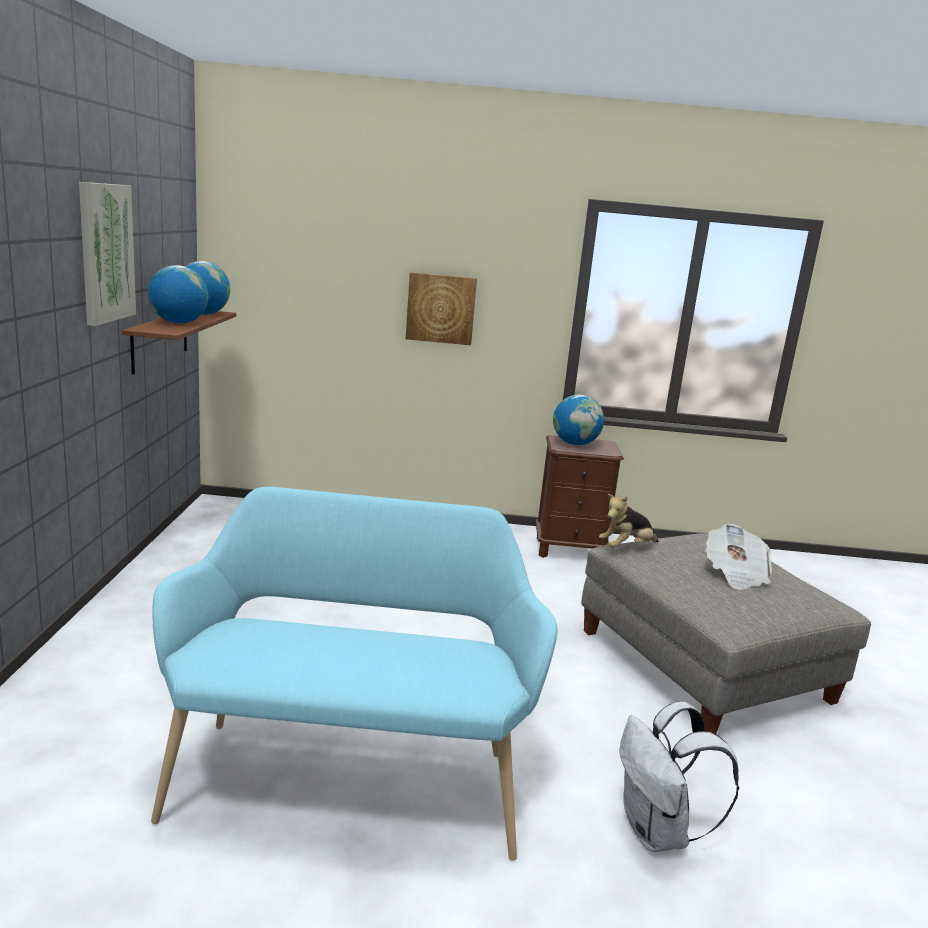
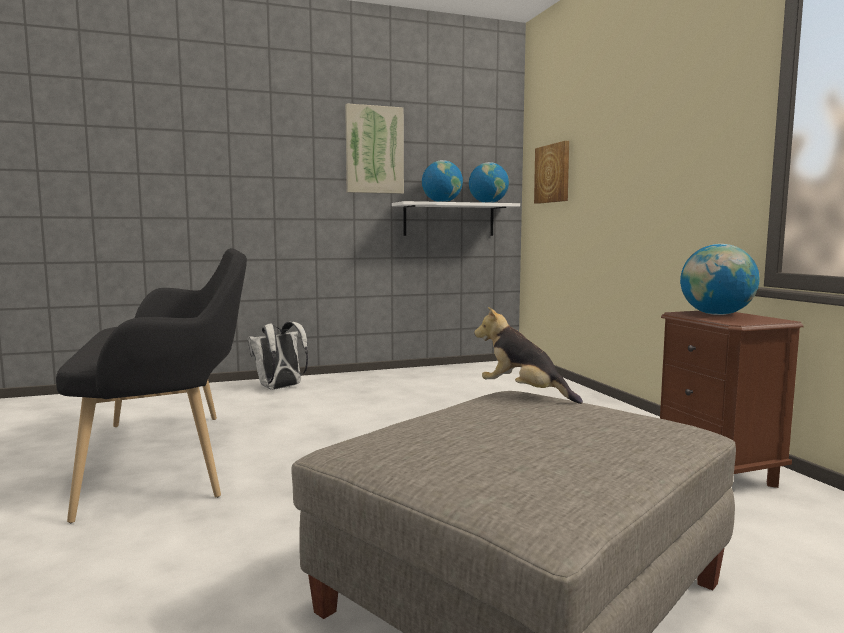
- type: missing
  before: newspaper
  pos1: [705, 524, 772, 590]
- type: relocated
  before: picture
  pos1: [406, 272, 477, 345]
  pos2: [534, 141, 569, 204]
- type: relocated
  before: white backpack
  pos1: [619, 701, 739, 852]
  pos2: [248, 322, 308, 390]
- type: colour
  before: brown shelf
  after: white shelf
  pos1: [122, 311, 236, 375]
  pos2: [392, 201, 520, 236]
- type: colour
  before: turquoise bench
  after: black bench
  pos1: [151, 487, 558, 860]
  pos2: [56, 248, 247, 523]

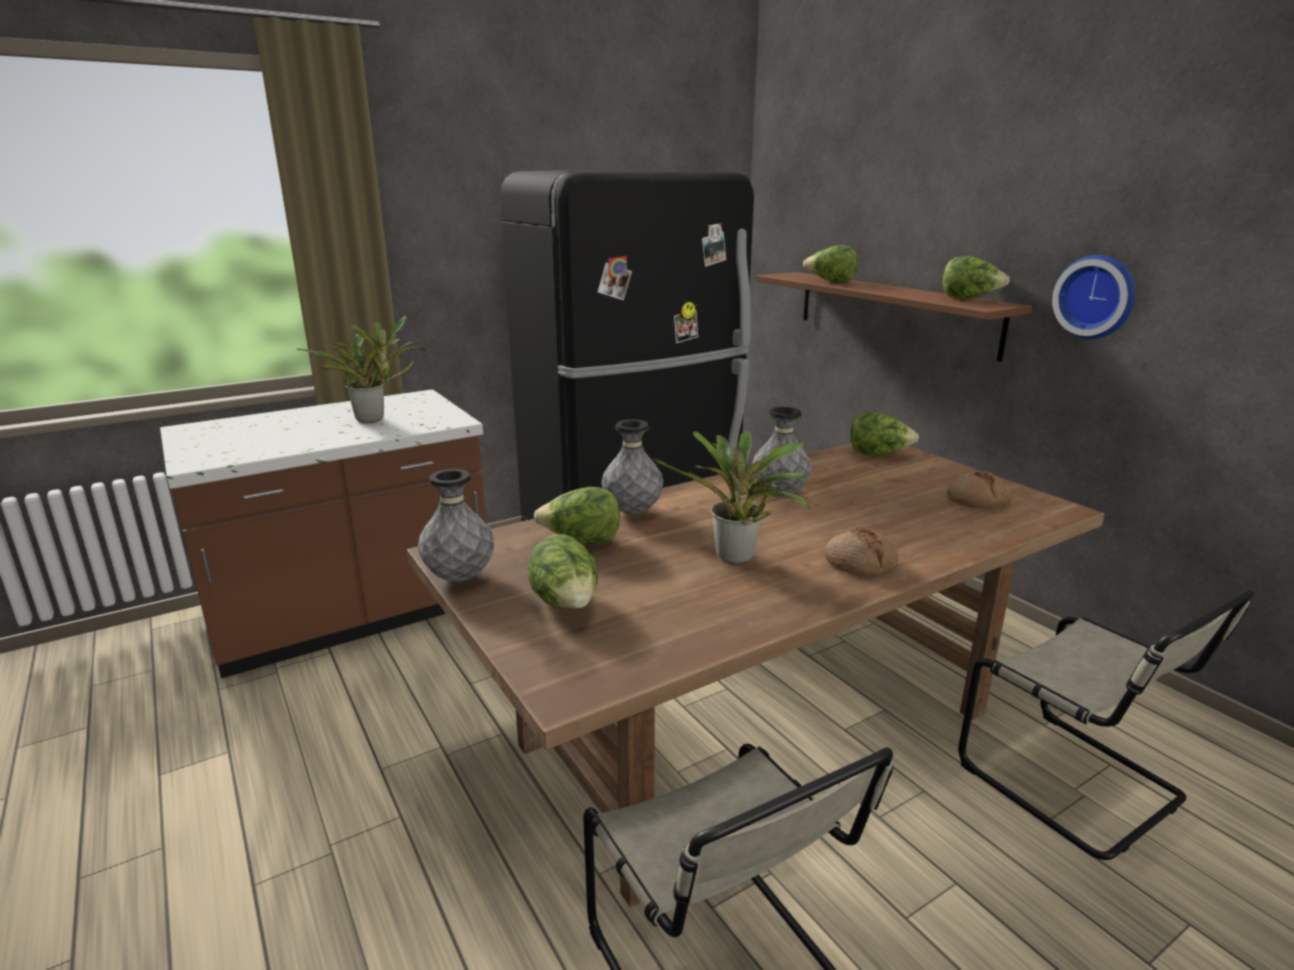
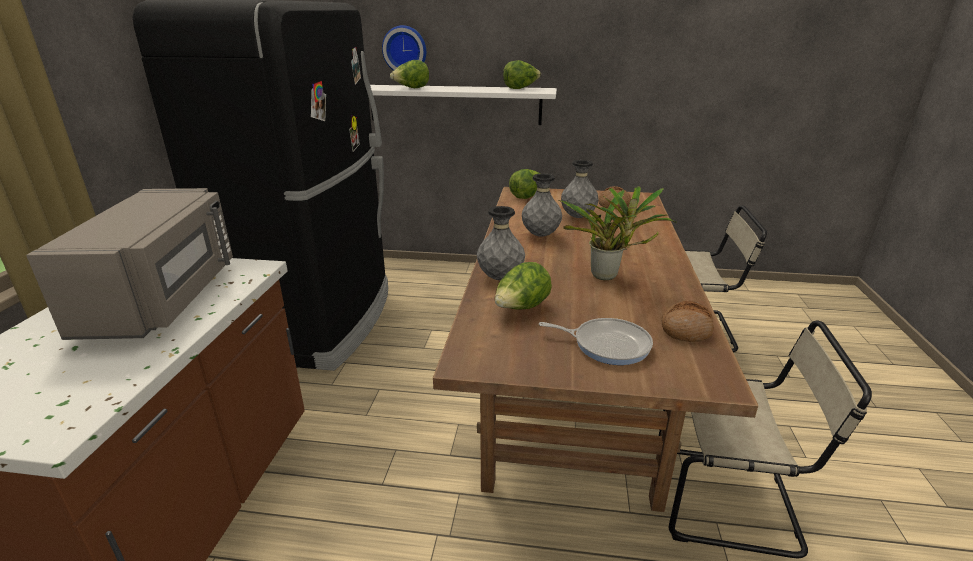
- type: relocated
  before: grey vase
  pos1: [418, 469, 494, 582]
  pos2: [561, 160, 599, 218]
- type: relocated
  before: bread
  pos1: [825, 527, 898, 576]
  pos2: [662, 301, 714, 342]
- type: relocated
  before: wall clock
  pos1: [1052, 255, 1136, 339]
  pos2: [382, 25, 426, 71]
- type: exchanged
  before: potted plant
  after: grey microwave
  pos1: [297, 316, 426, 423]
  pos2: [26, 188, 233, 340]
- type: exchanged
  before: lettuce
  after: frying pan
  pos1: [527, 534, 598, 608]
  pos2: [539, 318, 653, 365]
- type: colour
  before: brown shelf
  after: white shelf
  pos1: [757, 272, 1032, 362]
  pos2: [370, 85, 557, 125]

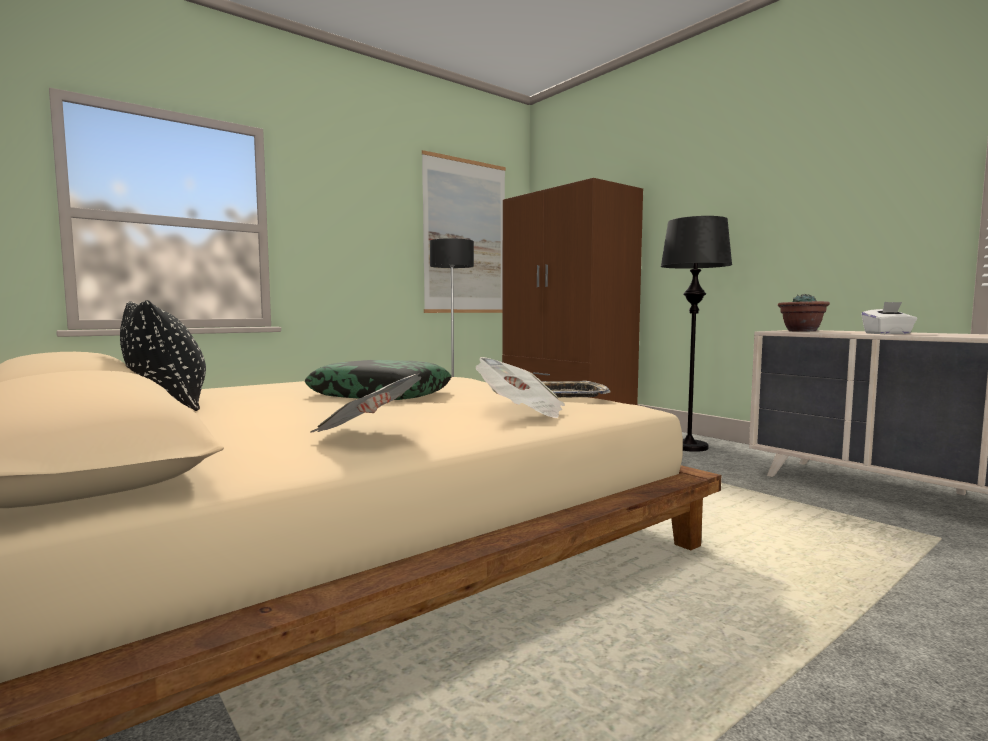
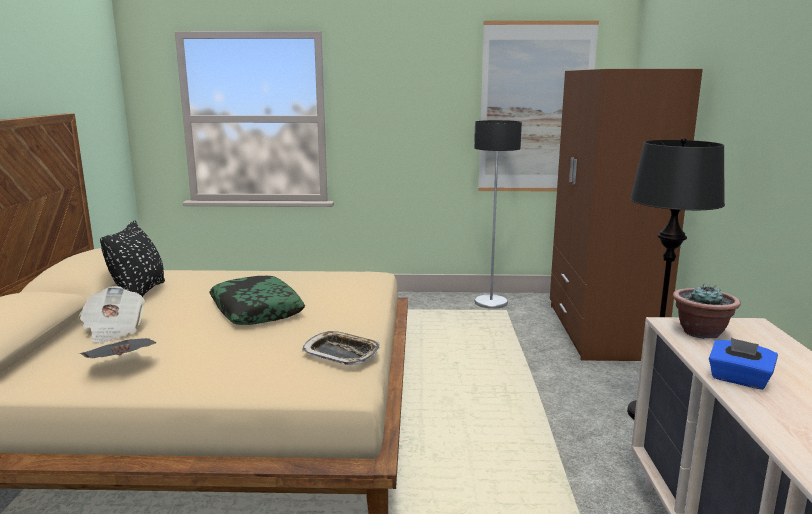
- type: relocated
  before: newspaper
  pos1: [476, 357, 565, 418]
  pos2: [79, 286, 145, 343]
- type: colour
  before: white tissue box
  after: blue tissue box
  pos1: [862, 302, 917, 334]
  pos2: [709, 338, 778, 390]

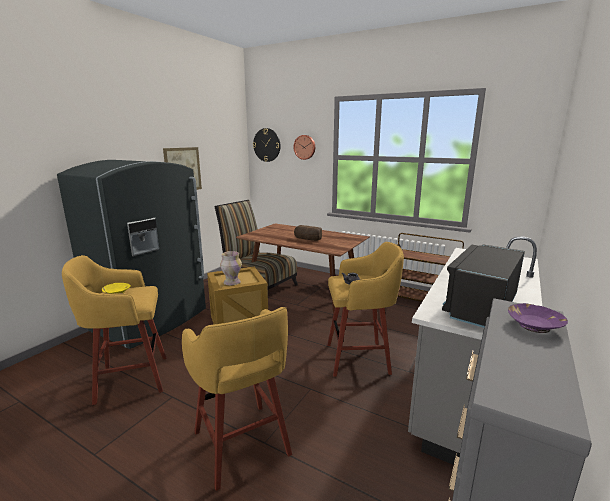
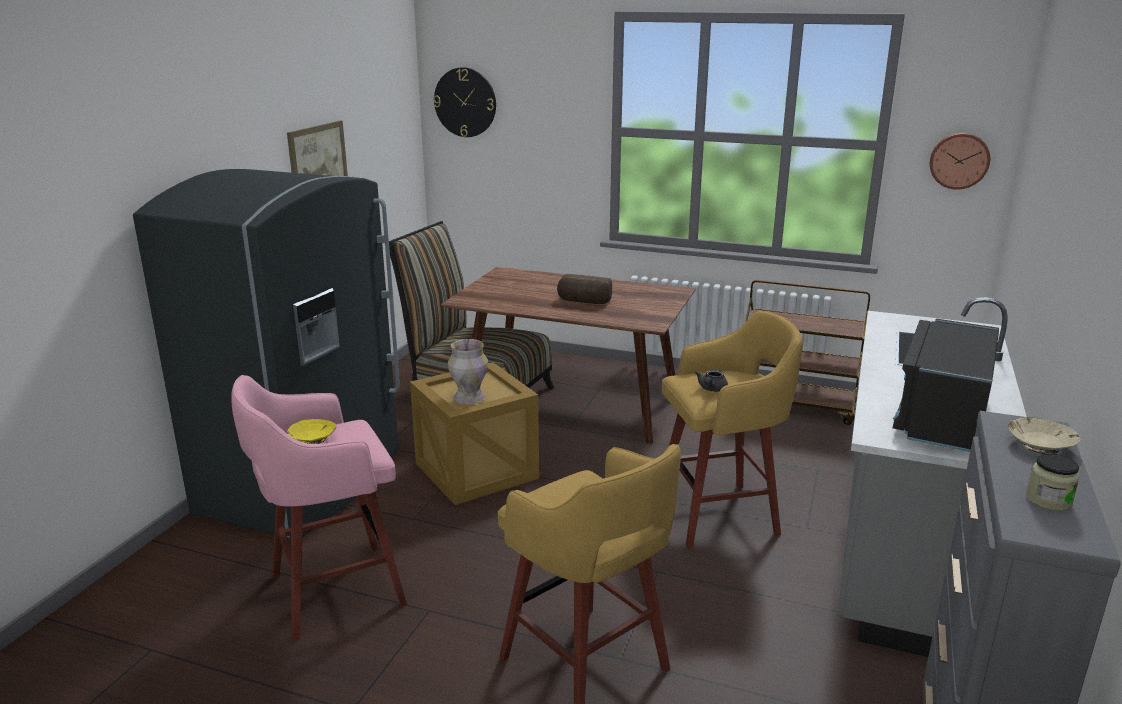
- type: appeared
  after: jar
  pos2: [1026, 453, 1080, 511]
- type: relocated
  before: wall clock
  pos1: [294, 135, 315, 160]
  pos2: [930, 133, 990, 190]
- type: colour
  before: yellow stool
  after: pink stool
  pos1: [62, 255, 166, 405]
  pos2: [232, 375, 407, 640]
- type: colour
  before: purple bowl
  after: beige bowl
  pos1: [508, 303, 568, 333]
  pos2: [1008, 417, 1080, 454]

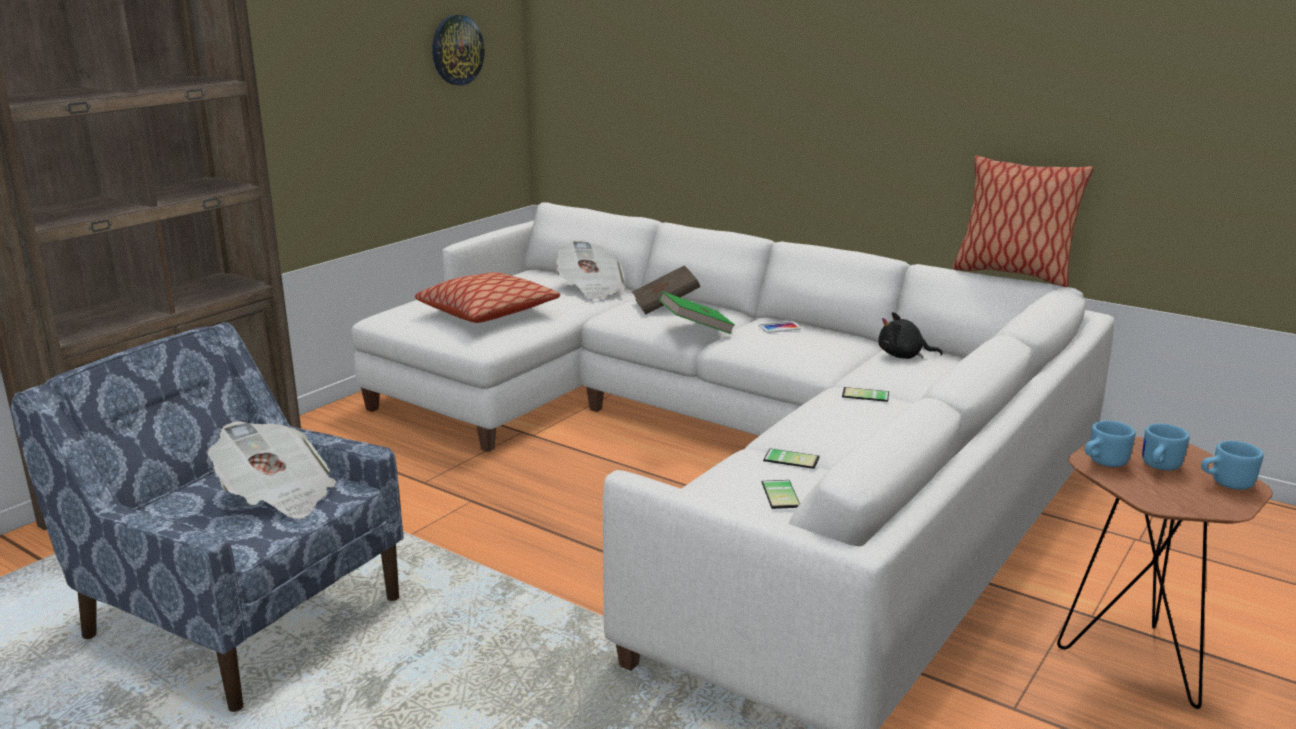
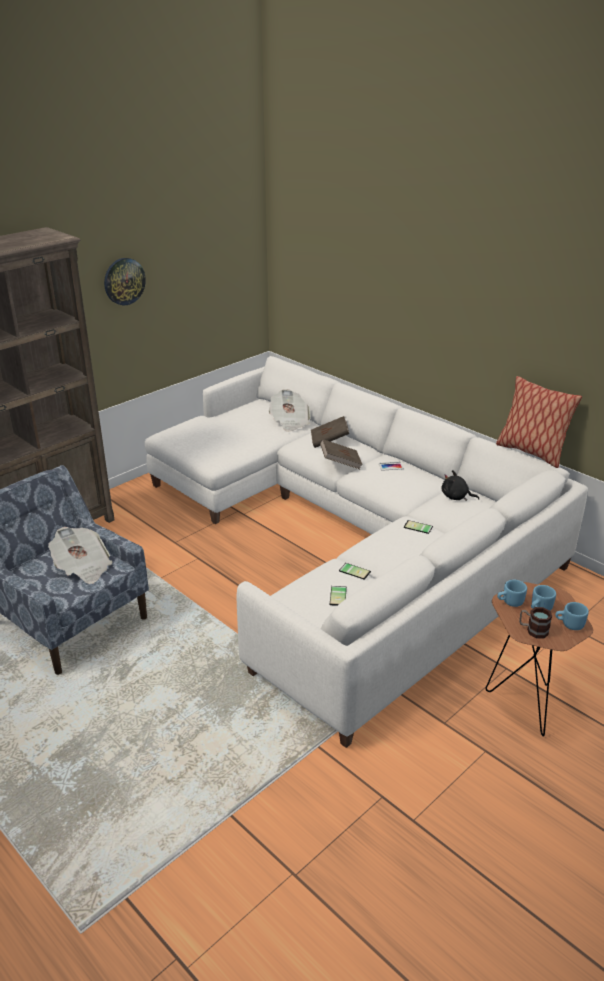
- type: missing
  before: pillow
  pos1: [415, 272, 560, 323]
- type: appeared
  after: mug
  pos2: [519, 607, 552, 639]
- type: relocated
  before: wall clock
  pos1: [432, 15, 485, 86]
  pos2: [104, 258, 146, 305]
- type: colour
  before: green book
  after: brown book
  pos1: [659, 292, 735, 334]
  pos2: [320, 439, 363, 469]

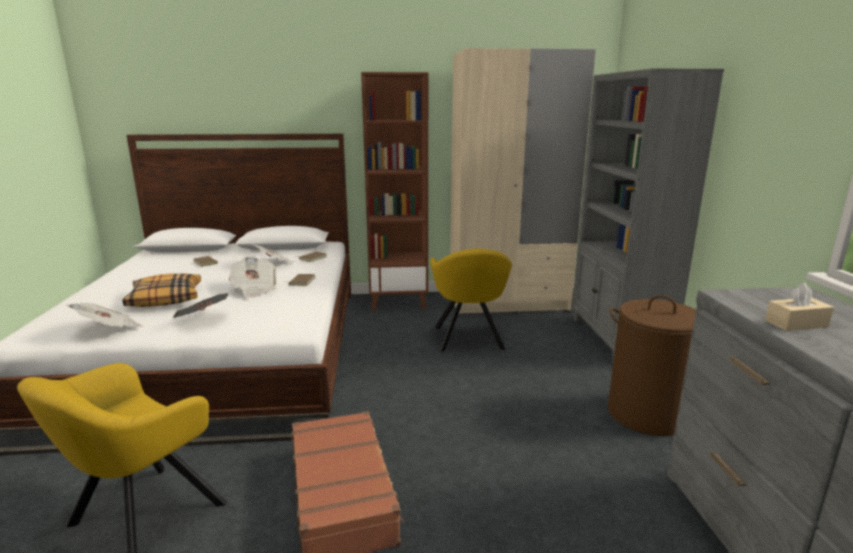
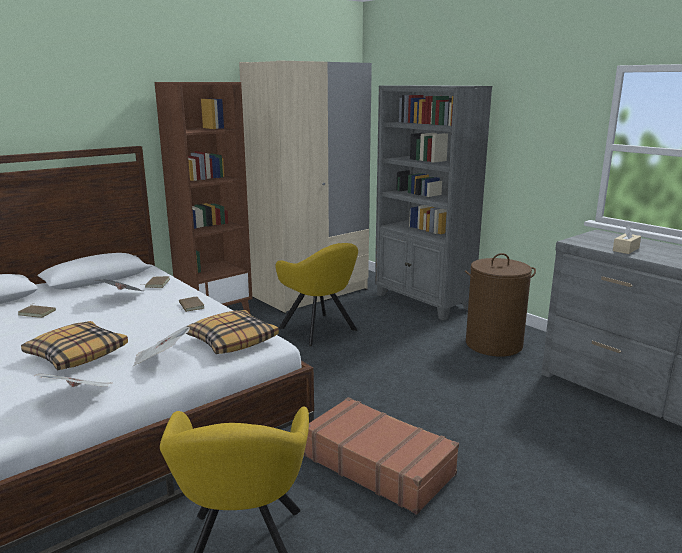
- type: missing
  before: newspaper
  pos1: [229, 256, 277, 298]
- type: appeared
  after: pillow
  pos2: [186, 310, 279, 354]

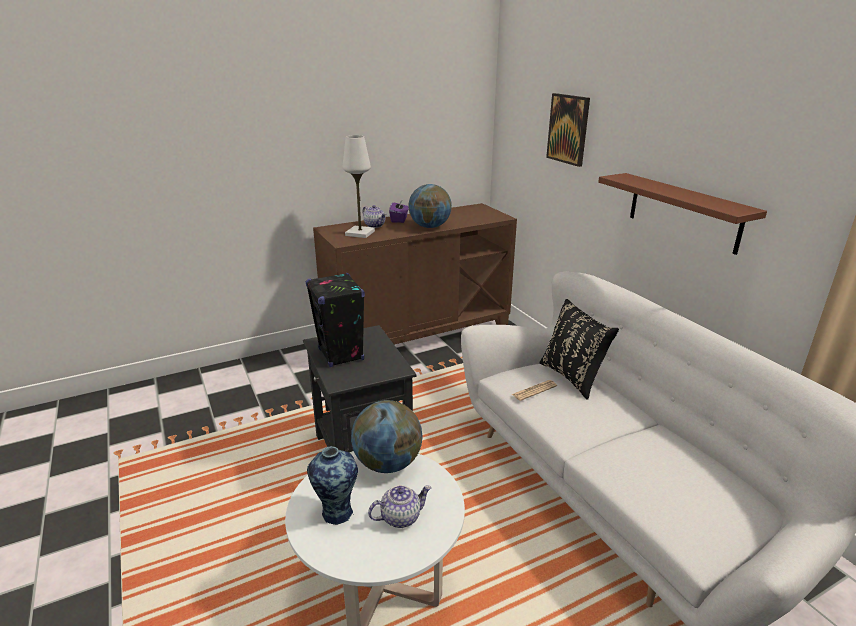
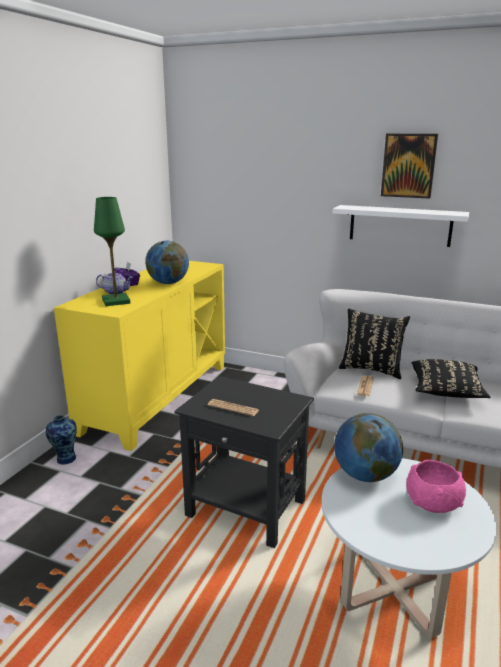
- type: appeared
  after: black pillow
  pos2: [412, 359, 490, 398]
- type: relocated
  before: vase
  pos1: [307, 446, 358, 525]
  pos2: [46, 415, 76, 465]
- type: relocated
  before: picture
  pos1: [546, 93, 590, 167]
  pos2: [381, 134, 438, 199]
- type: exchanged
  before: black speaker
  after: newspaper
  pos1: [306, 273, 365, 367]
  pos2: [208, 399, 259, 416]
- type: exchanged
  before: teapot
  after: pink bowl
  pos1: [368, 485, 431, 528]
  pos2: [406, 460, 466, 513]
- type: colour
  before: brown cabinet
  after: yellow cabinet
  pos1: [313, 203, 517, 345]
  pos2: [54, 261, 225, 451]
- type: colour
  before: white table lamp
  after: green table lamp
  pos1: [343, 135, 375, 238]
  pos2: [94, 197, 130, 306]
- type: colour
  before: brown shelf
  after: white shelf
  pos1: [598, 173, 767, 255]
  pos2: [333, 205, 469, 247]

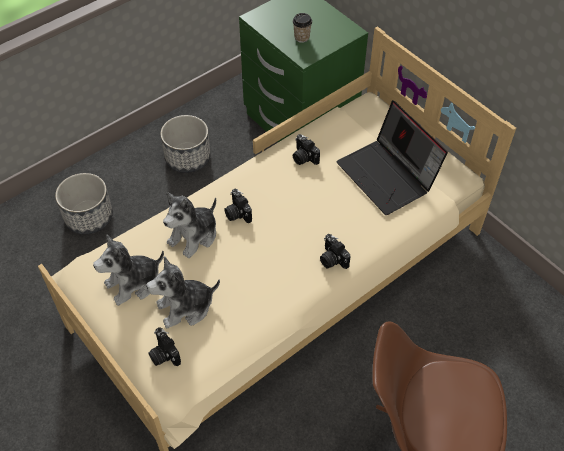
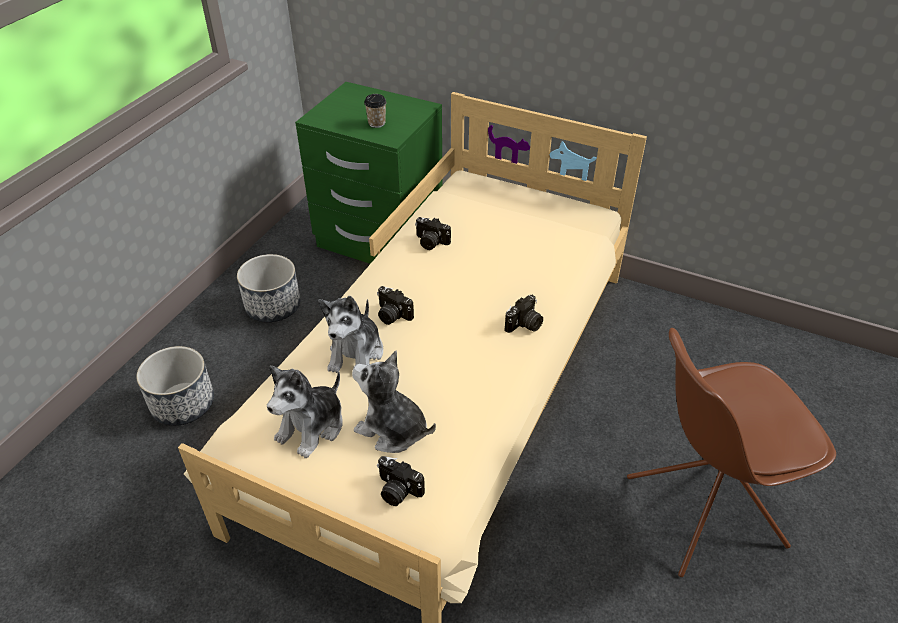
- type: missing
  before: laptop
  pos1: [337, 100, 448, 215]
- type: spun
  before: plush toy
  pos1: [146, 256, 220, 328]
  pos2: [352, 351, 436, 453]
  turn: 75
- type: spun
  before: photo camera
  pos1: [320, 234, 350, 269]
  pos2: [504, 295, 543, 333]
  turn: -75

